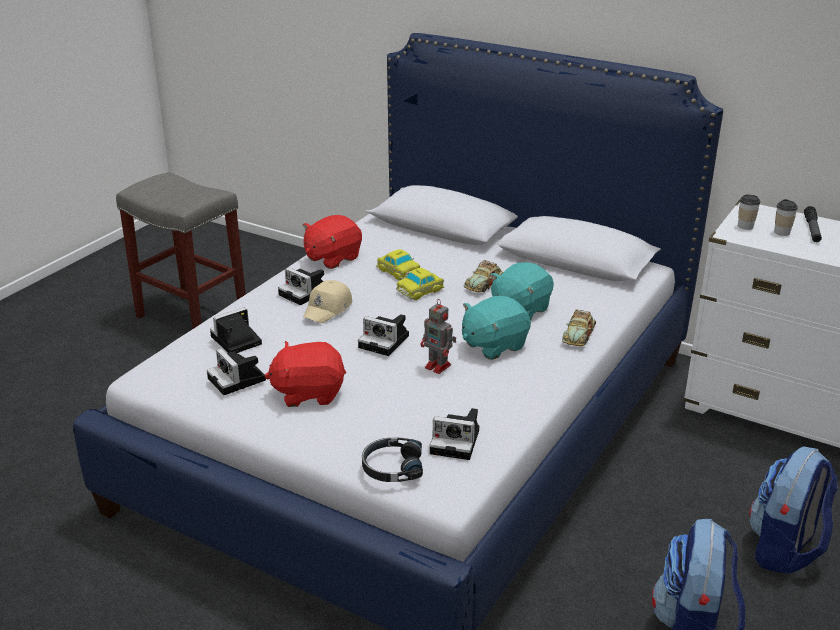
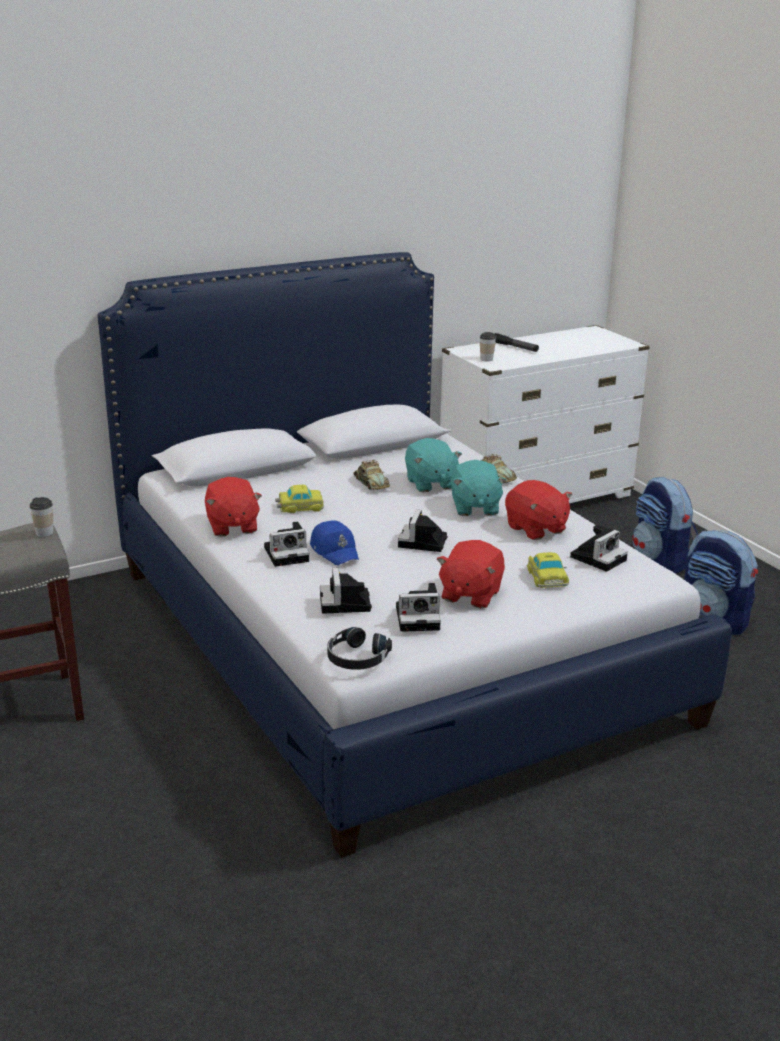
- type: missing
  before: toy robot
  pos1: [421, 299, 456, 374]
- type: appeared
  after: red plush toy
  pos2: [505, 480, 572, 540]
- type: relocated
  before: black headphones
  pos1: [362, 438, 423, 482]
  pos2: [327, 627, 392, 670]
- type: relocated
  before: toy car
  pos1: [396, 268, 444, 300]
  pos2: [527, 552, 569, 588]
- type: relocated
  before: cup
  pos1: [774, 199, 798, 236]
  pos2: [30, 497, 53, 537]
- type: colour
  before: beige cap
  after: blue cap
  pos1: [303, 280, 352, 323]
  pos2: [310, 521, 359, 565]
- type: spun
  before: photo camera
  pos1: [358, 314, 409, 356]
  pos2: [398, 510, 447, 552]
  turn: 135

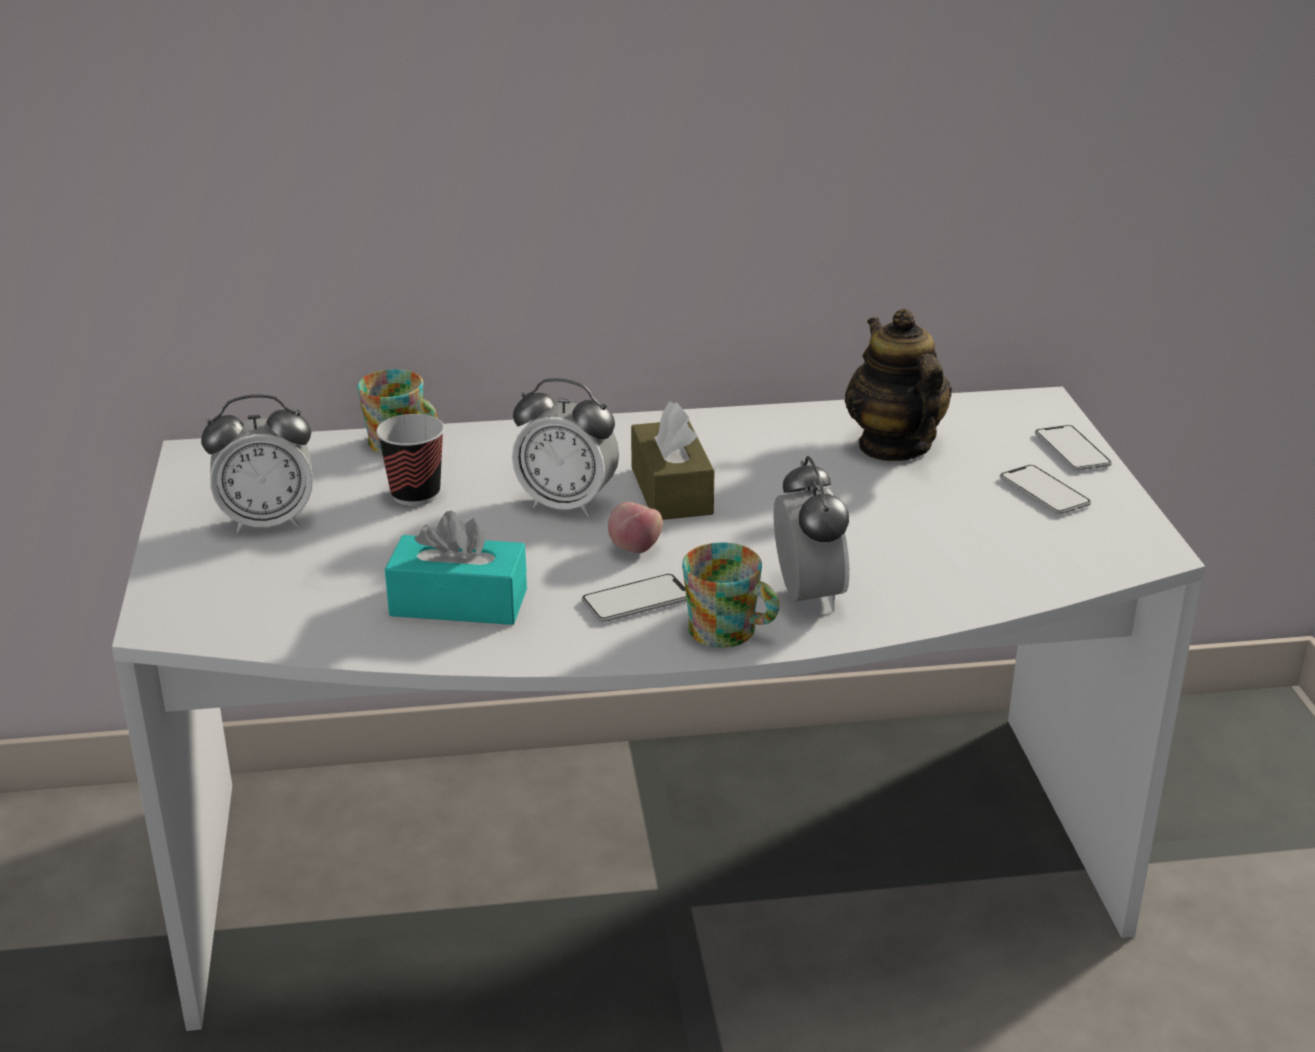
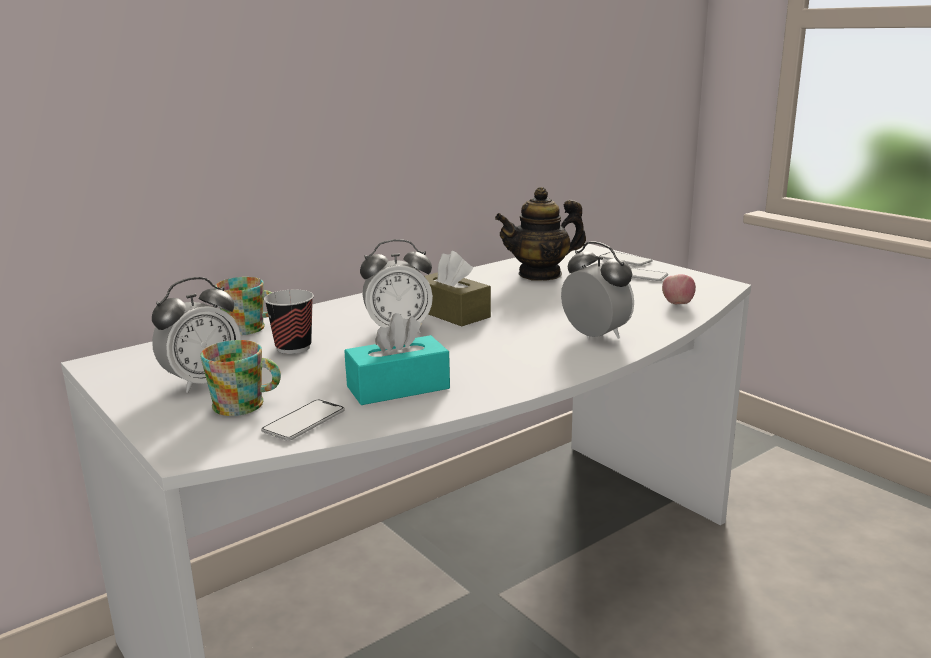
- type: relocated
  before: phone
  pos1: [582, 574, 687, 622]
  pos2: [261, 400, 345, 441]
- type: relocated
  before: apple
  pos1: [608, 502, 663, 553]
  pos2: [662, 274, 696, 304]
- type: relocated
  before: mug
  pos1: [682, 542, 780, 648]
  pos2: [200, 340, 281, 416]
- type: spun
  before: teapot
  pos1: [845, 308, 952, 461]
  pos2: [495, 187, 586, 281]
  turn: -60

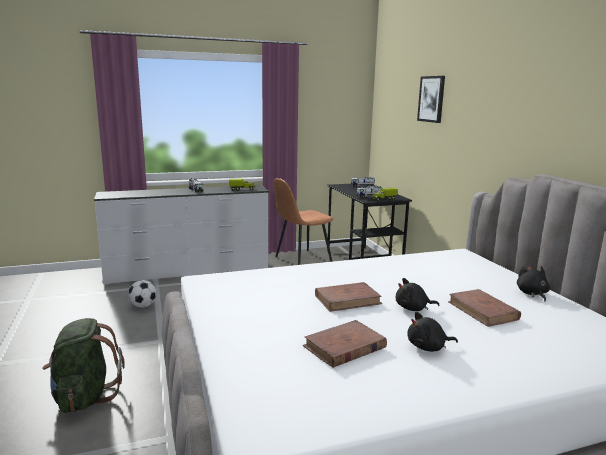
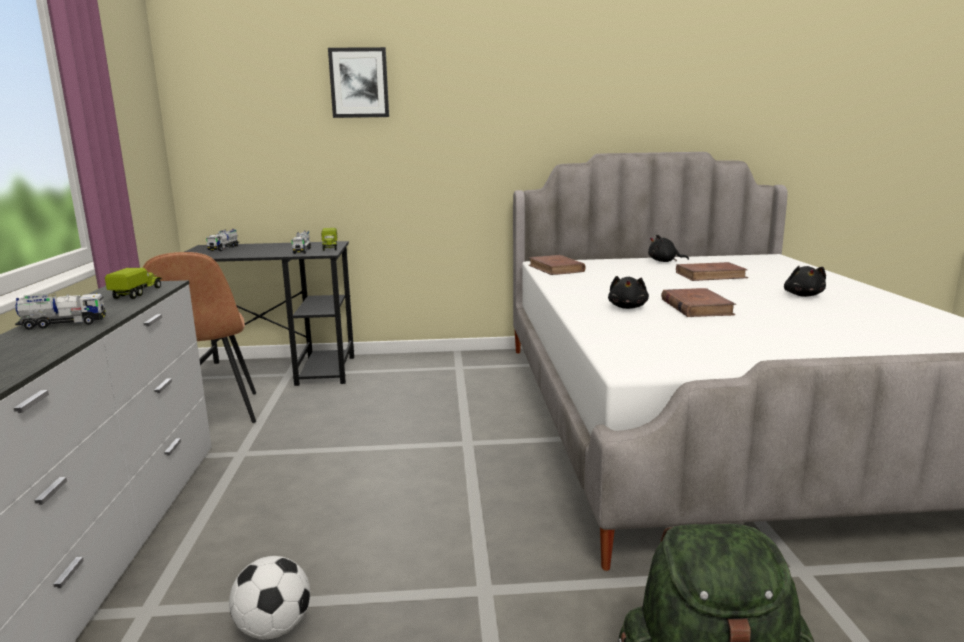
- type: relocated
  before: brown book
  pos1: [303, 320, 387, 368]
  pos2: [529, 255, 586, 275]
- type: relocated
  before: black plush toy
  pos1: [396, 278, 440, 311]
  pos2: [608, 276, 649, 309]

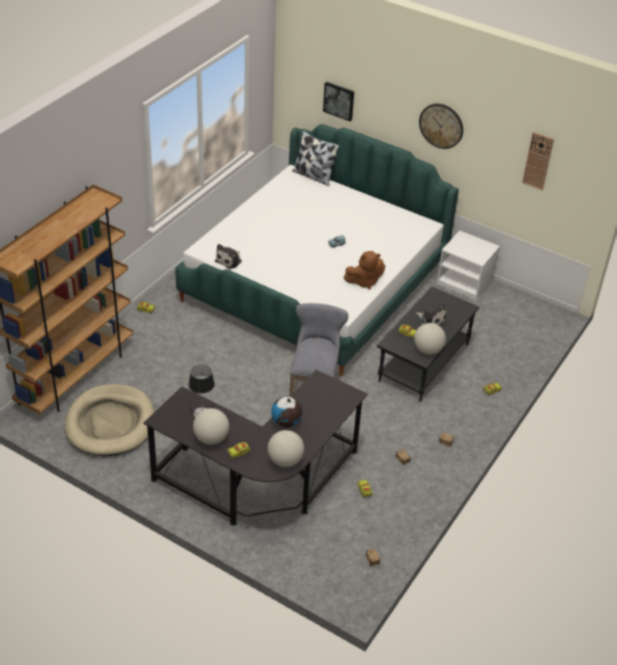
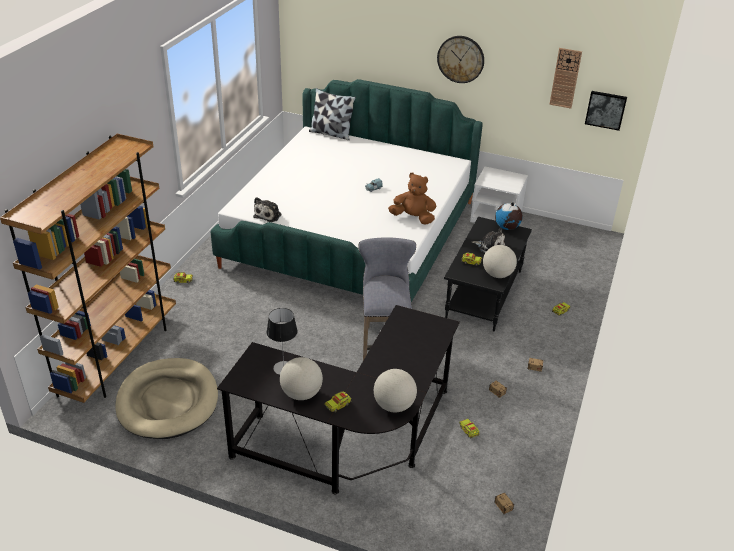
- type: relocated
  before: globe
  pos1: [271, 396, 302, 427]
  pos2: [495, 202, 523, 230]
- type: relocated
  before: picture
  pos1: [323, 82, 354, 121]
  pos2: [585, 91, 627, 131]
- type: spun
  before: brown plush toy
  pos1: [344, 251, 385, 290]
  pos2: [388, 173, 437, 225]
  turn: -135

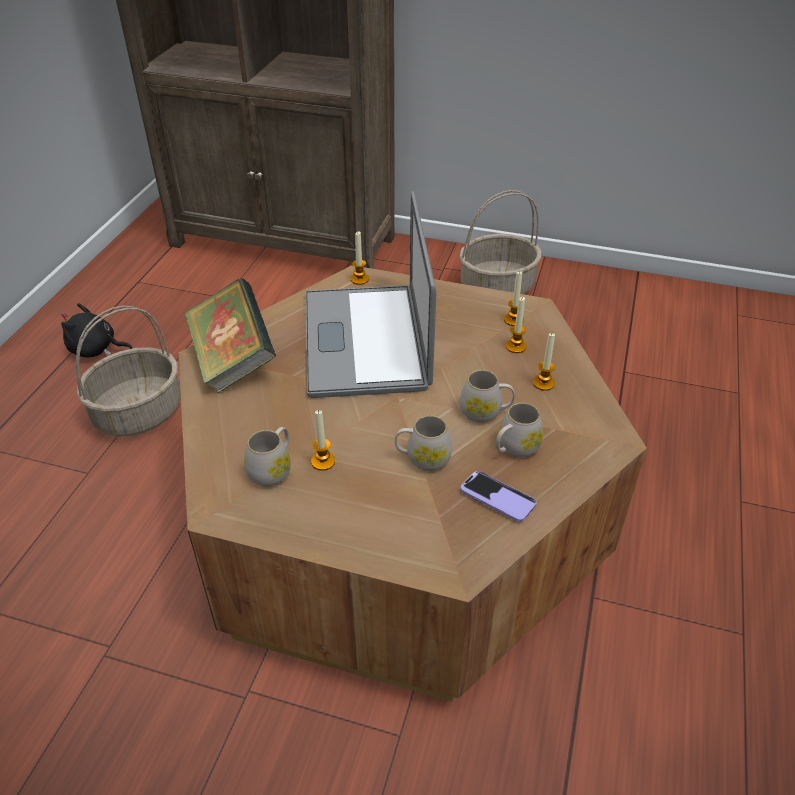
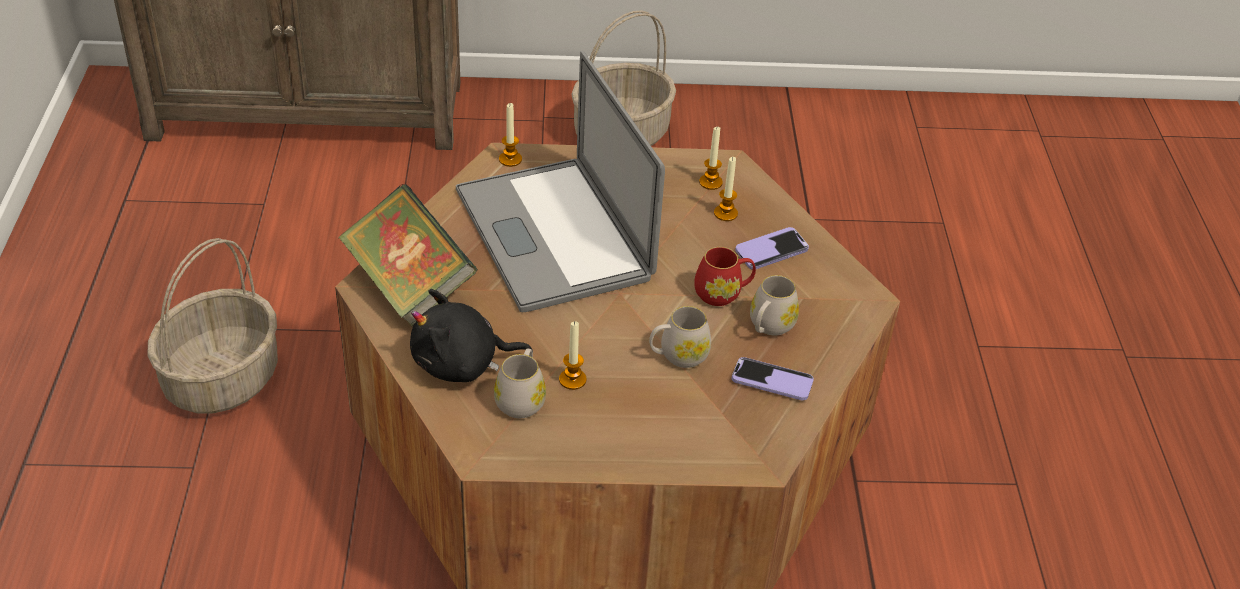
- type: relocated
  before: black plush toy
  pos1: [61, 303, 133, 358]
  pos2: [410, 289, 533, 382]
- type: exchanged
  before: candle
  after: phone
  pos1: [533, 333, 555, 391]
  pos2: [735, 227, 809, 270]
- type: colour
  before: white mug
  after: red mug
  pos1: [460, 370, 515, 423]
  pos2: [694, 247, 756, 306]

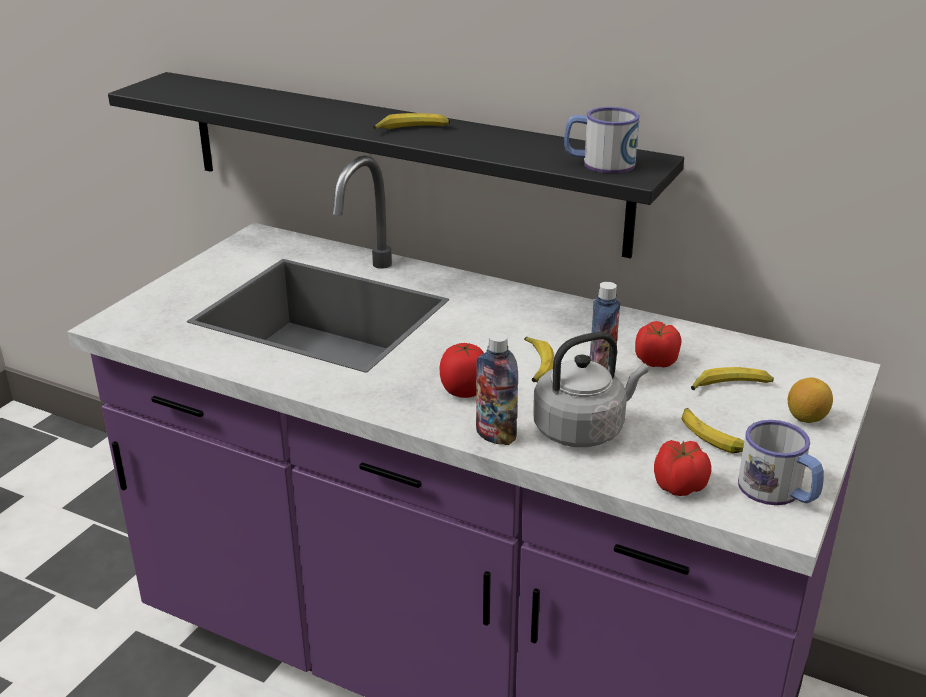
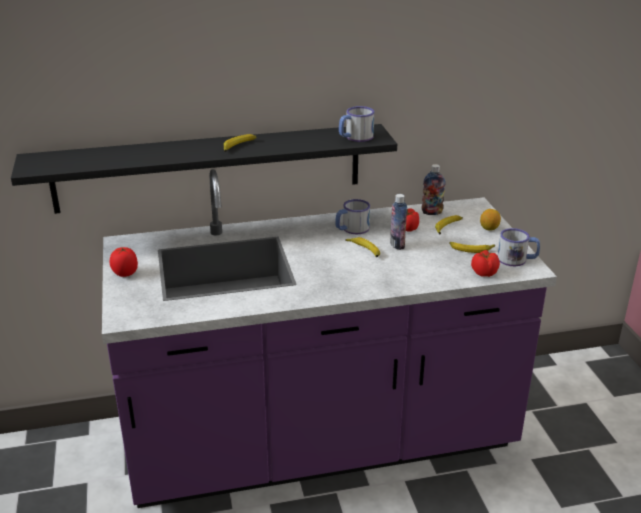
- type: missing
  before: grey kettle
  pos1: [533, 332, 648, 447]
- type: appeared
  after: mug
  pos2: [335, 199, 370, 234]
- type: relocated
  before: tomato
  pos1: [440, 343, 484, 398]
  pos2: [110, 247, 138, 277]
- type: relocated
  before: bottle
  pos1: [476, 332, 518, 445]
  pos2: [421, 164, 446, 215]

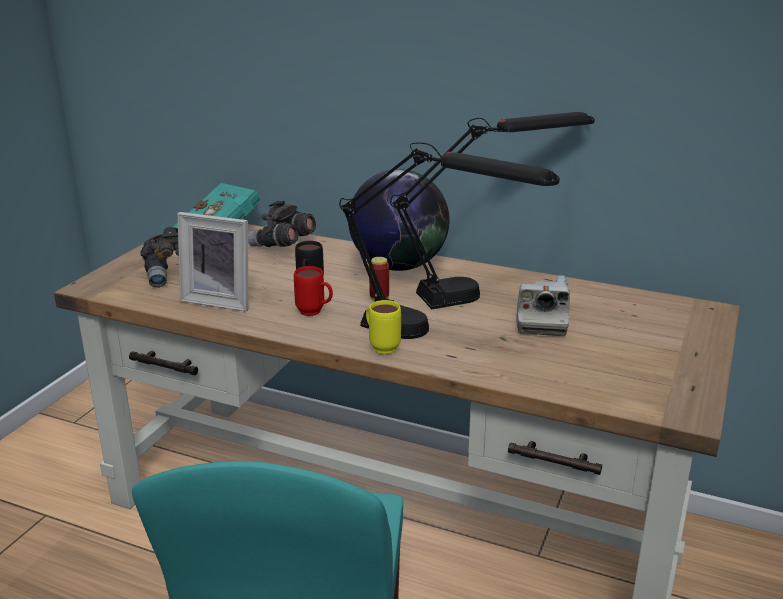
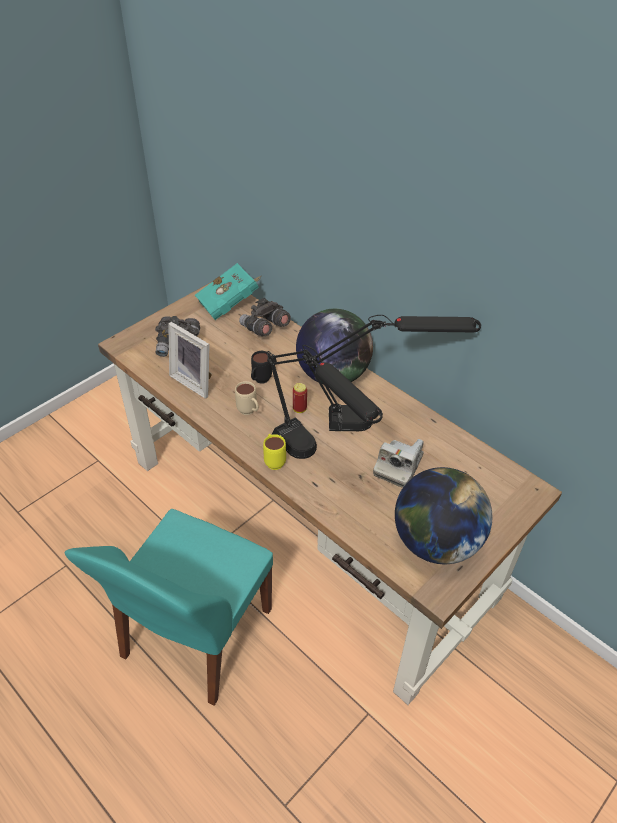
- type: appeared
  after: globe
  pos2: [395, 467, 492, 564]
- type: colour
  before: red mug
  after: beige mug
  pos1: [294, 266, 333, 316]
  pos2: [235, 381, 259, 415]

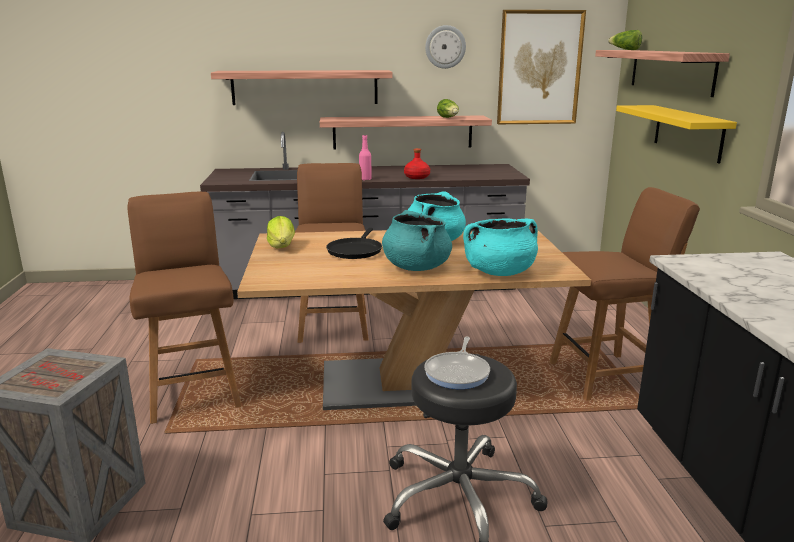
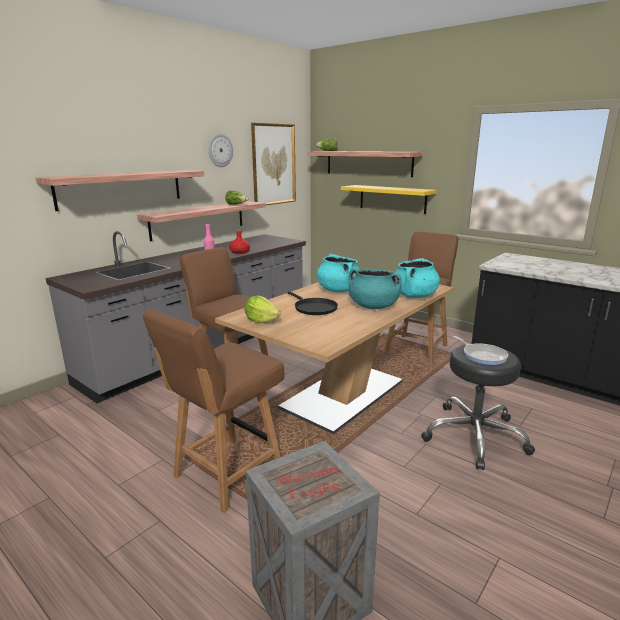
- type: spun
  before: brown chair
  pos1: [127, 192, 242, 424]
  pos2: [143, 310, 285, 513]
  turn: -75

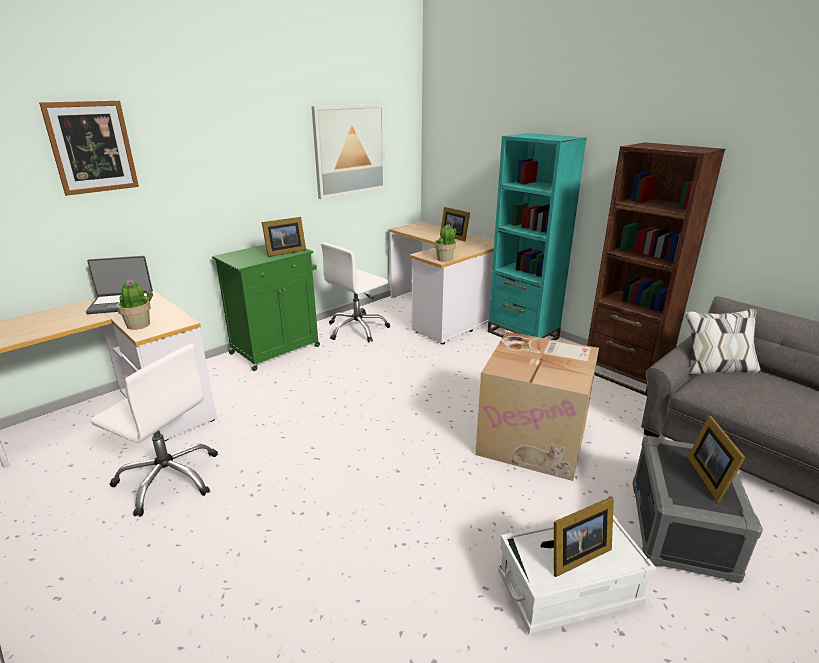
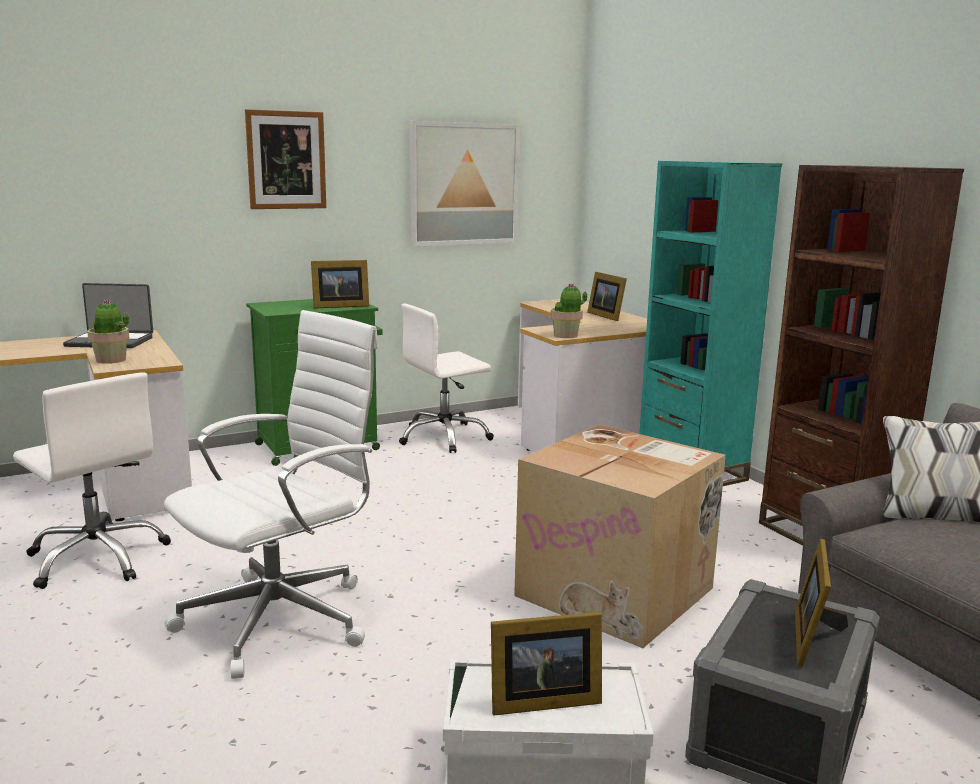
- type: appeared
  after: white office chair
  pos2: [164, 310, 379, 679]
- type: relocated
  before: picture
  pos1: [39, 100, 139, 196]
  pos2: [245, 109, 326, 209]

